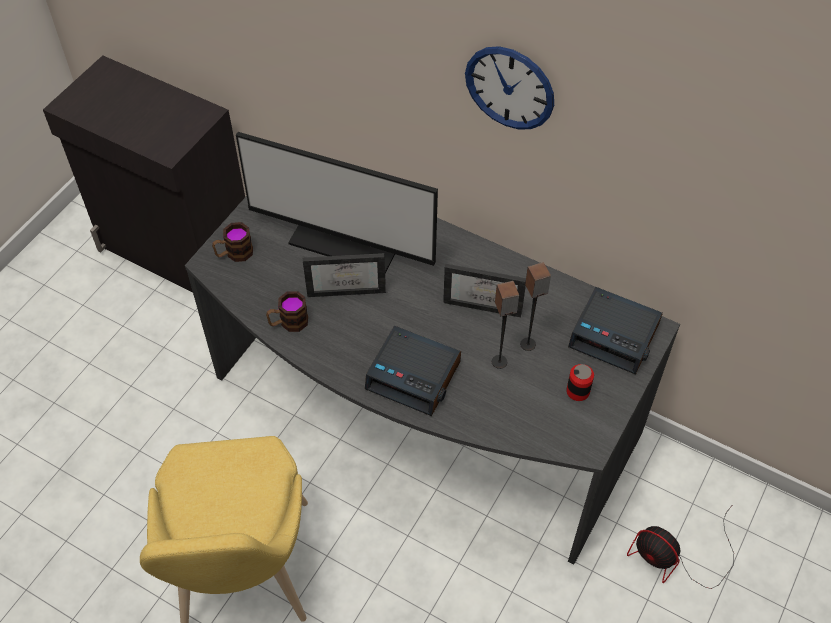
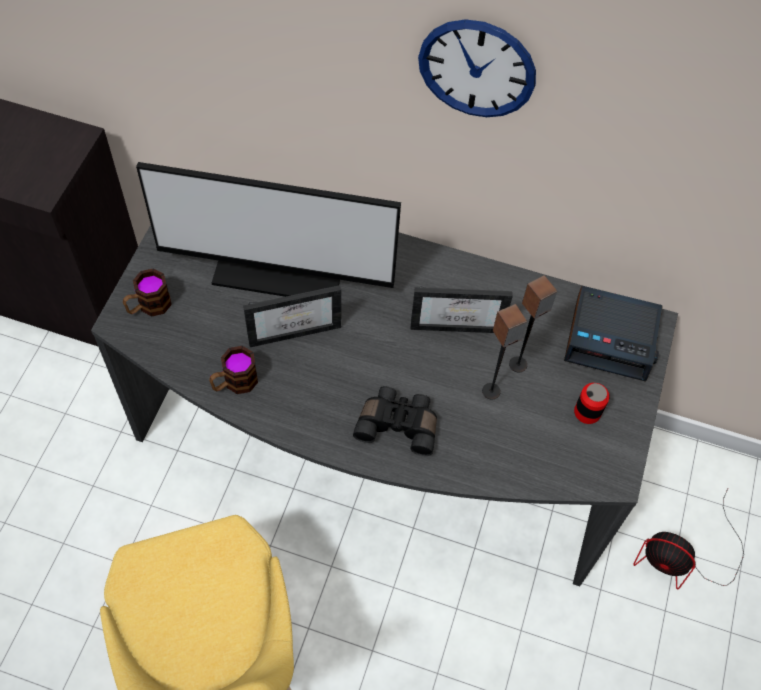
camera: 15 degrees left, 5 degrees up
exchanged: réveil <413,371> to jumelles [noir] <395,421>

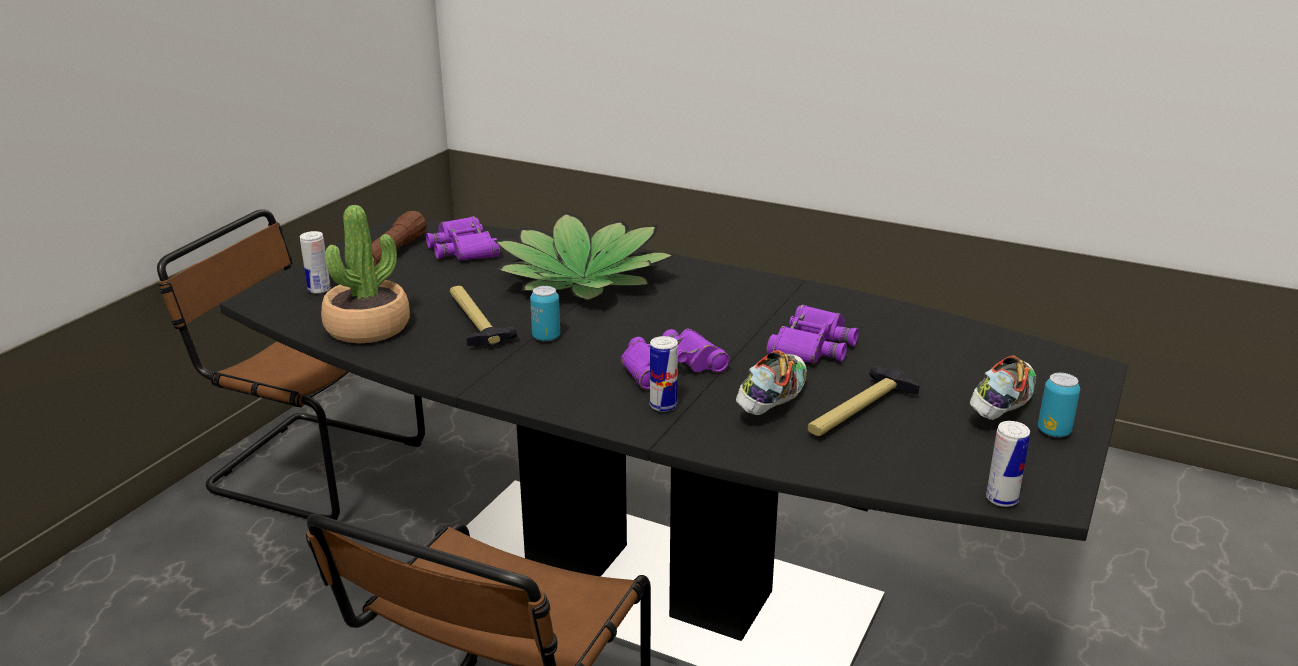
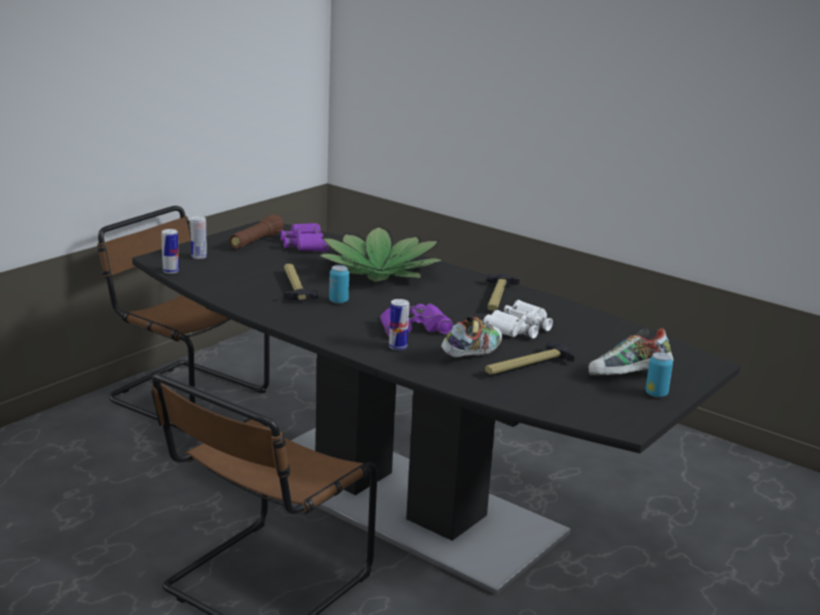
camera: 10 degrees right, 5 degrees down
missing: plante en pot <365,274>
appeared: marteau <503,292>
relocated: boîte métallique <1008,464> to <170,251>
colour: jumelles [violet] <813,334> to jumelles [blanc] <518,319>
spun: chaussure <1003,387> = <630,351> 150 degrees counterclockwise

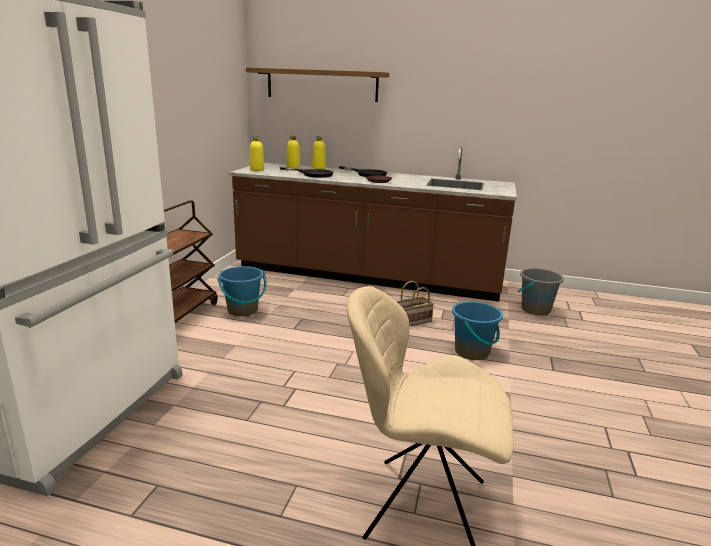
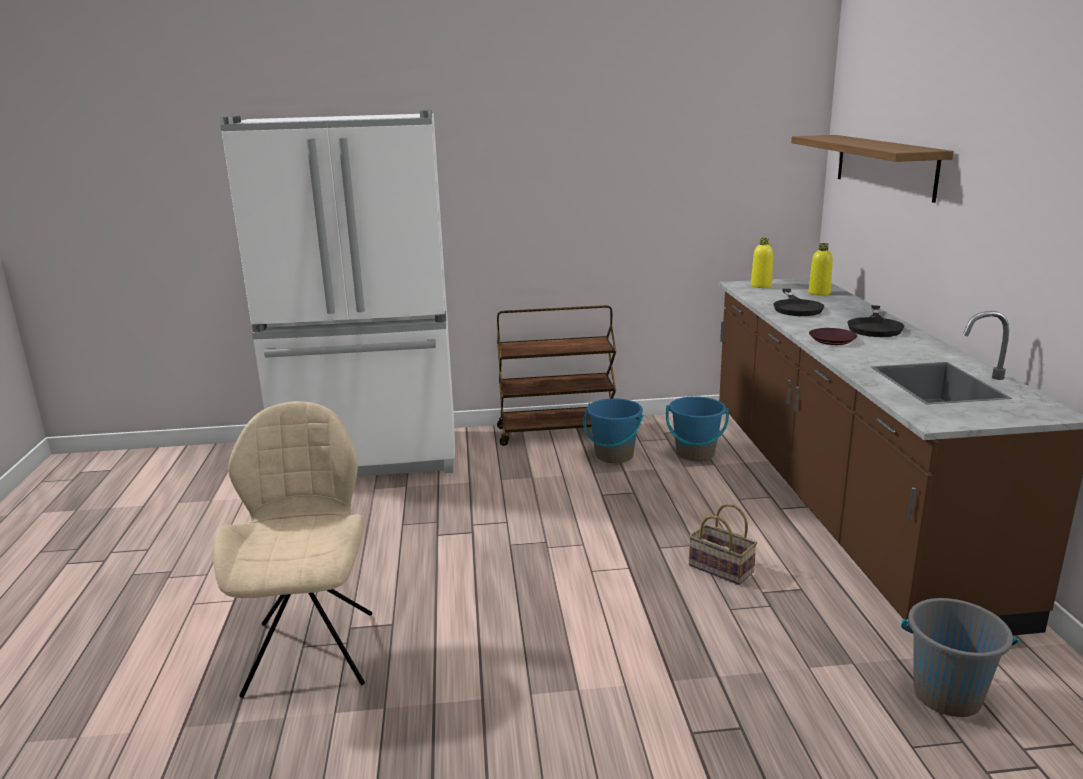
camera: 70 degrees right, 0 degrees up
missing: bouteille [jaune] <319,152>
relocated: seau [bleu] <477,330> to <697,428>

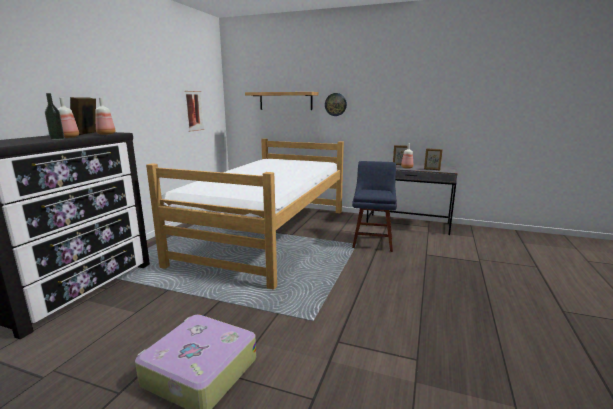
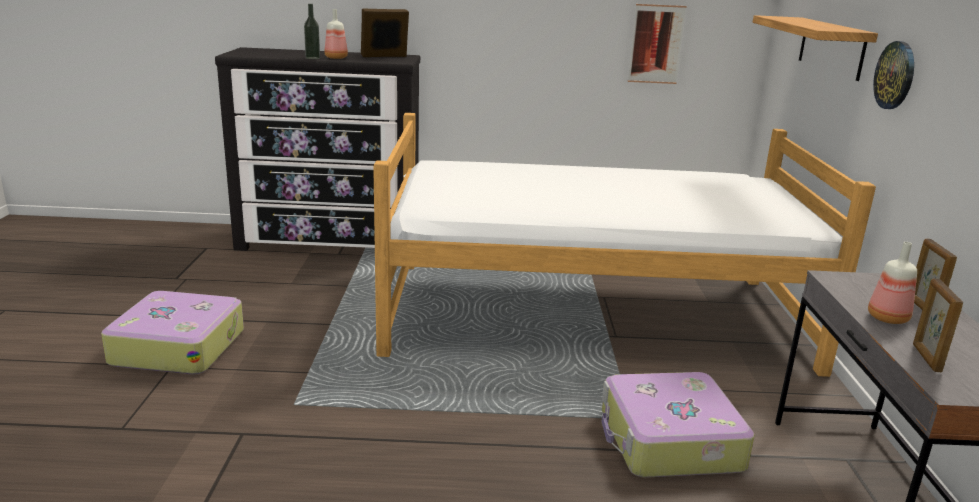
camera: 70 degrees right, 5 degrees up
missing: bouteille <105,116>
exchanged: chaise [bleu] <374,206> to valise <678,425>

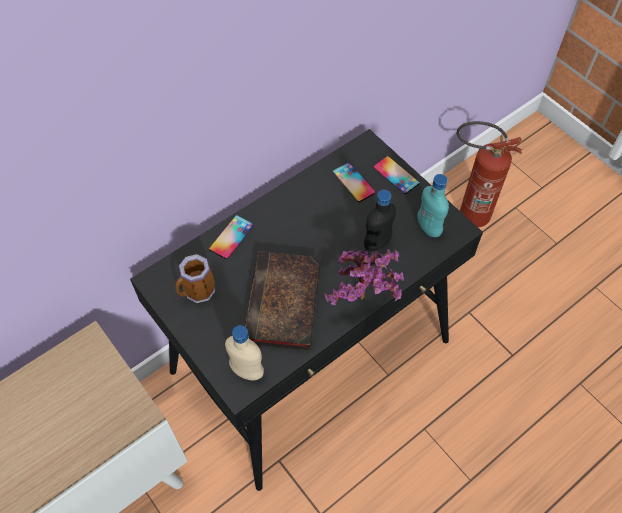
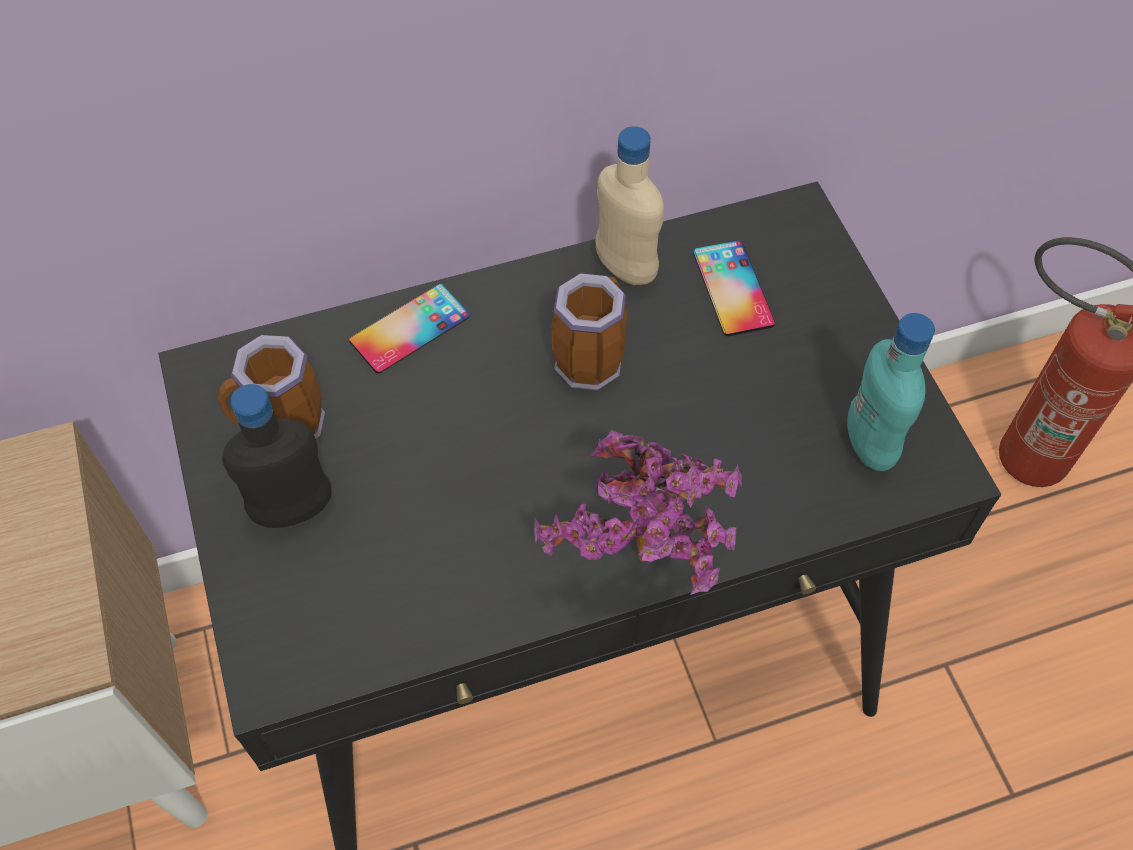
camera: 20 degrees right, 0 degrees up
missing: livre <283,301>; téléphone <396,175>
appeared: mug <589,331>
relocated: bouteille [noir] <380,220> to <277,456>; bouteille [beige] <244,352> to <629,205>

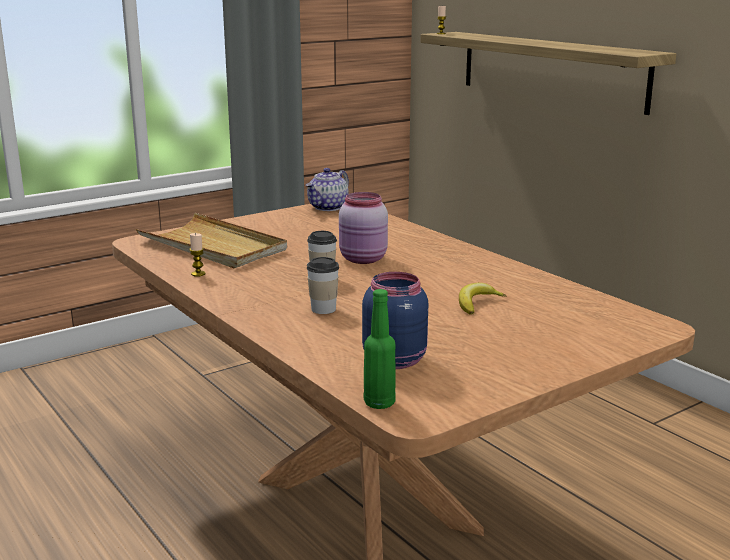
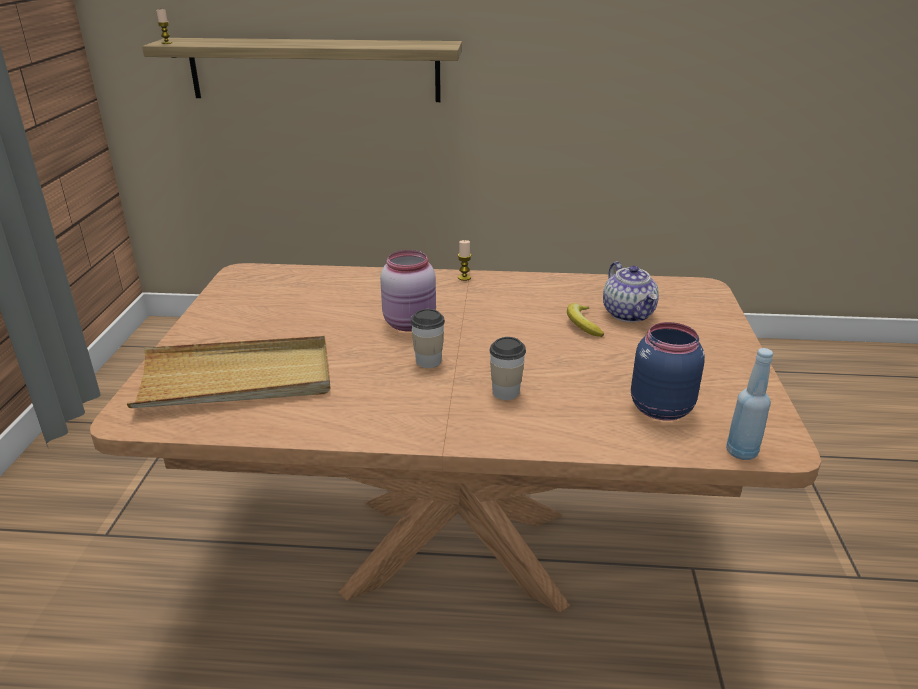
camera: 50 degrees left, 10 degrees up
relocated: bougie <197,255> to <464,260>; théière <327,189> to <631,291>
colour: bouteille [vert] <380,349> to bouteille [bleu] <749,404>

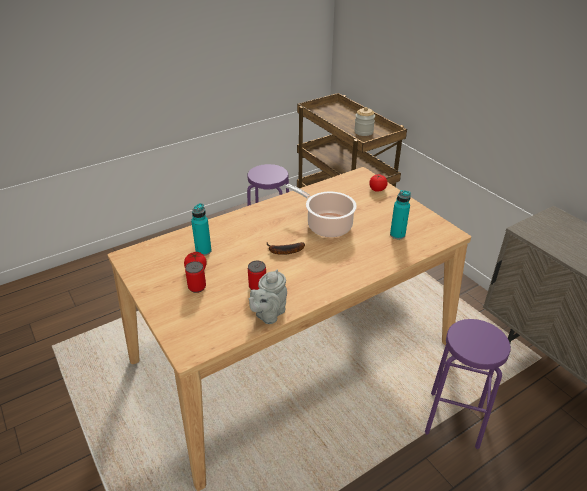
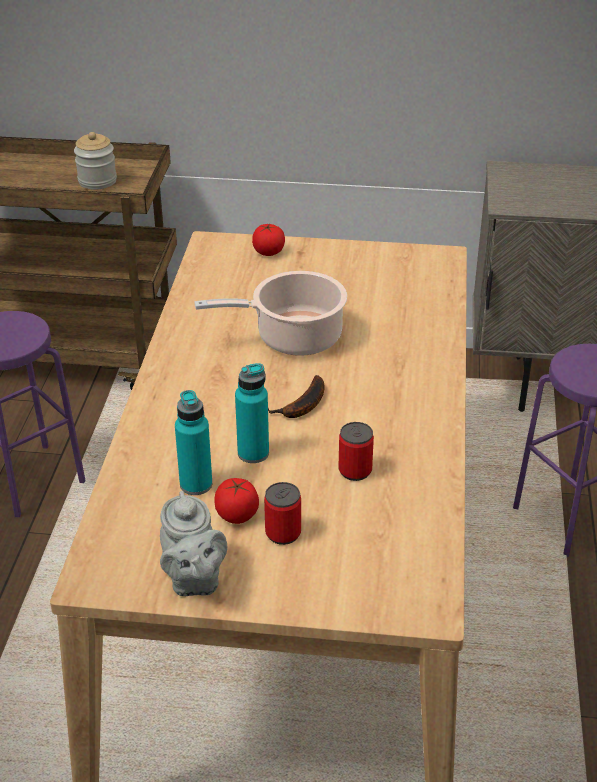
camera: 50 degrees left, 0 degrees up
relocated: théière [gris] <268,297> to <193,543>; bouteille [turquoise] <400,214> to <252,413>

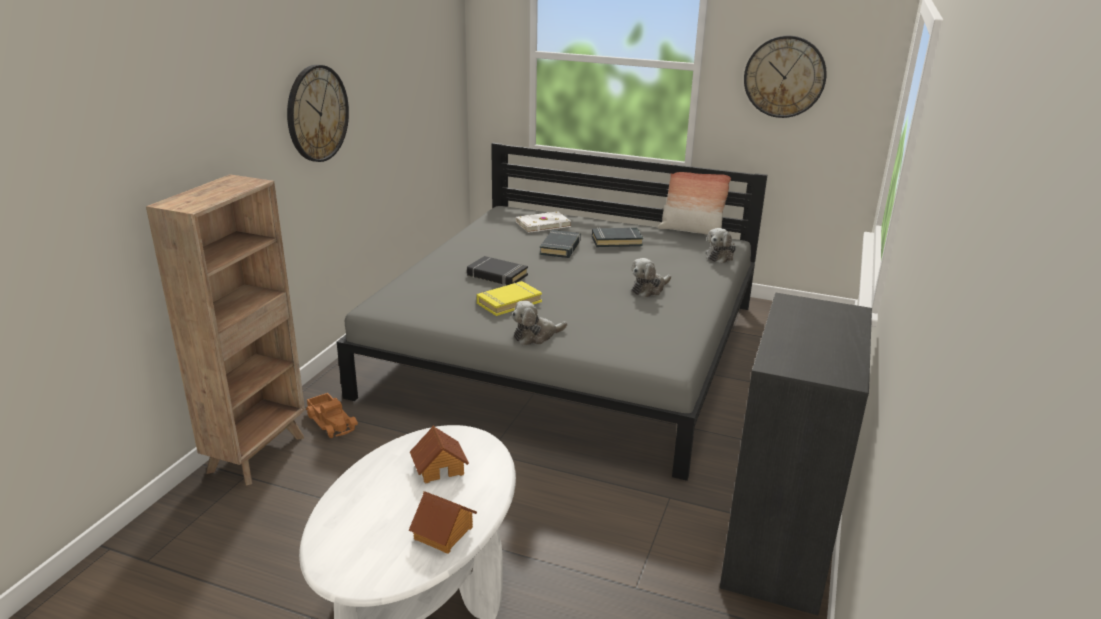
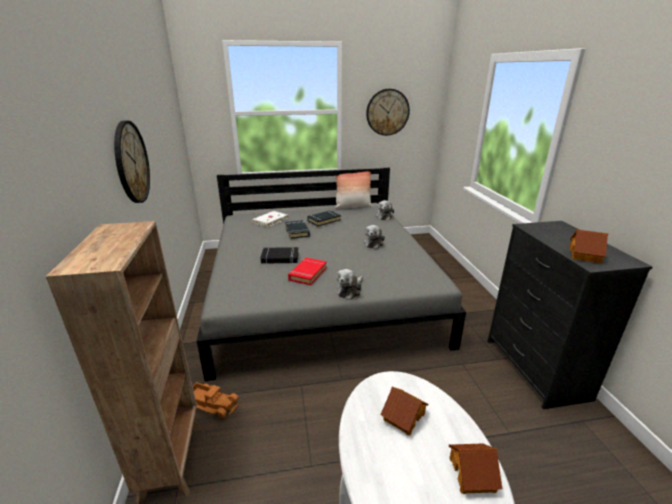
camera: 30 degrees left, 0 degrees up
appeared: maison miniature <588,246>
colour: livre [jaune] <509,298> to livre [rouge] <307,271>

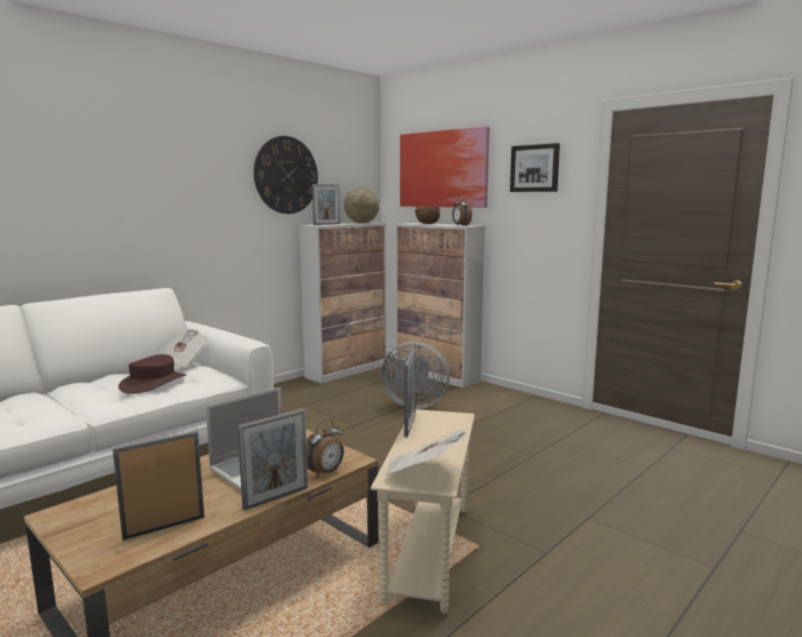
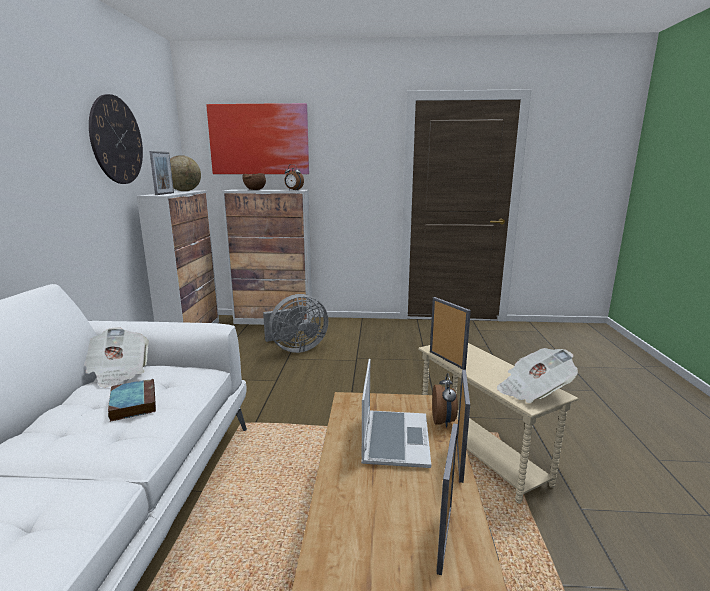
camera: 40 degrees left, 5 degrees up
missing: tableau <535,167>
exchanged: chapeau [marron] <152,374> to livre <132,400>

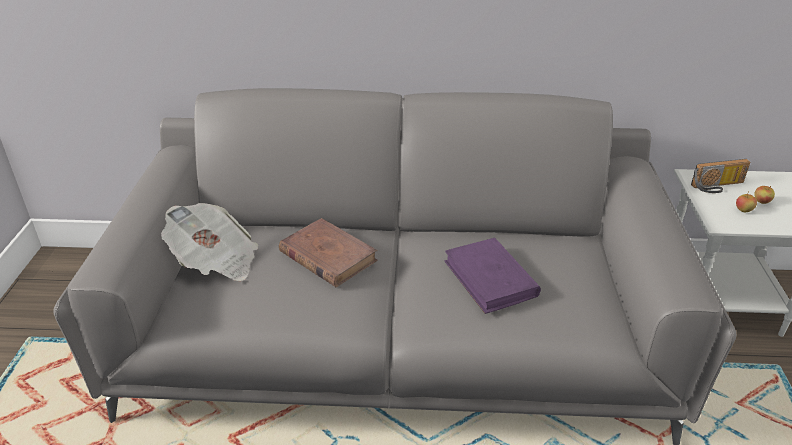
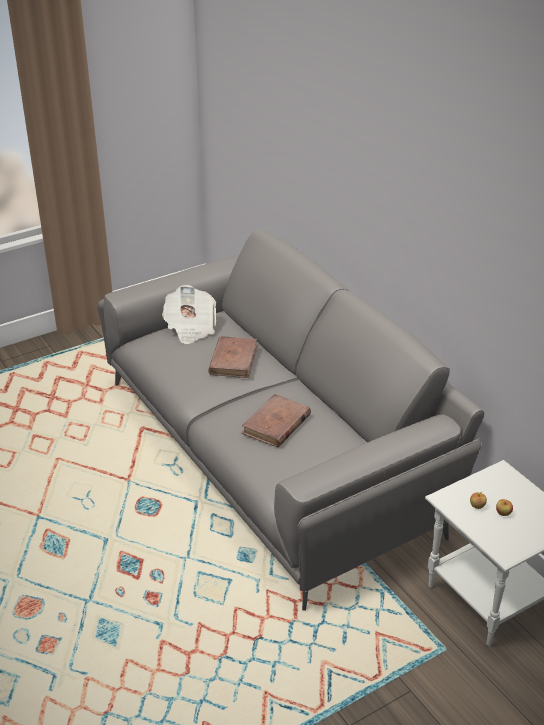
camera: 55 degrees right, 0 degrees up
missing: radio <720,176>
colour: livre [violet] <493,276> to livre [marron] <276,420>

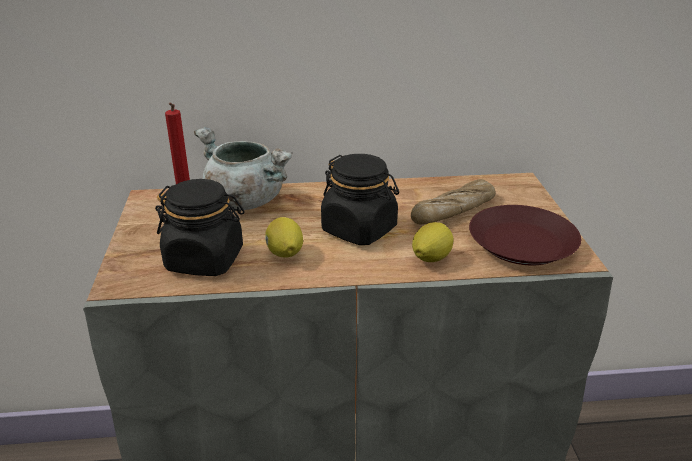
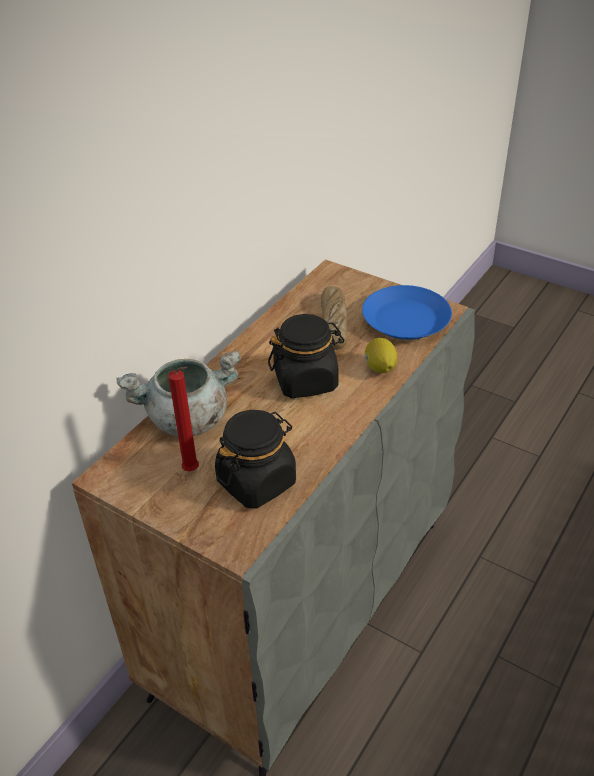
camera: 50 degrees left, 10 degrees up
missing: citron <284,237>
colour: assiette [marron] <525,235> to assiette [bleu] <407,312>

